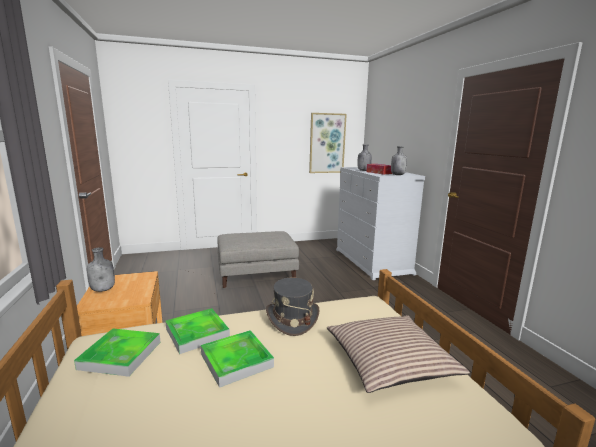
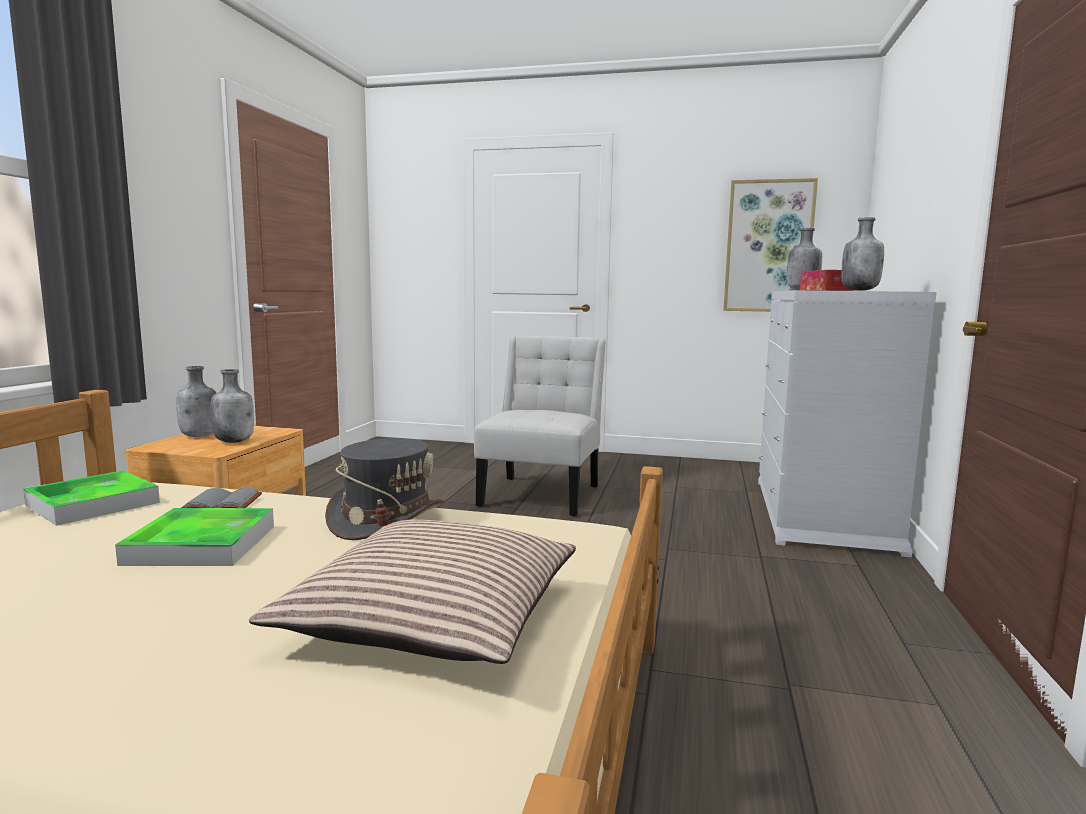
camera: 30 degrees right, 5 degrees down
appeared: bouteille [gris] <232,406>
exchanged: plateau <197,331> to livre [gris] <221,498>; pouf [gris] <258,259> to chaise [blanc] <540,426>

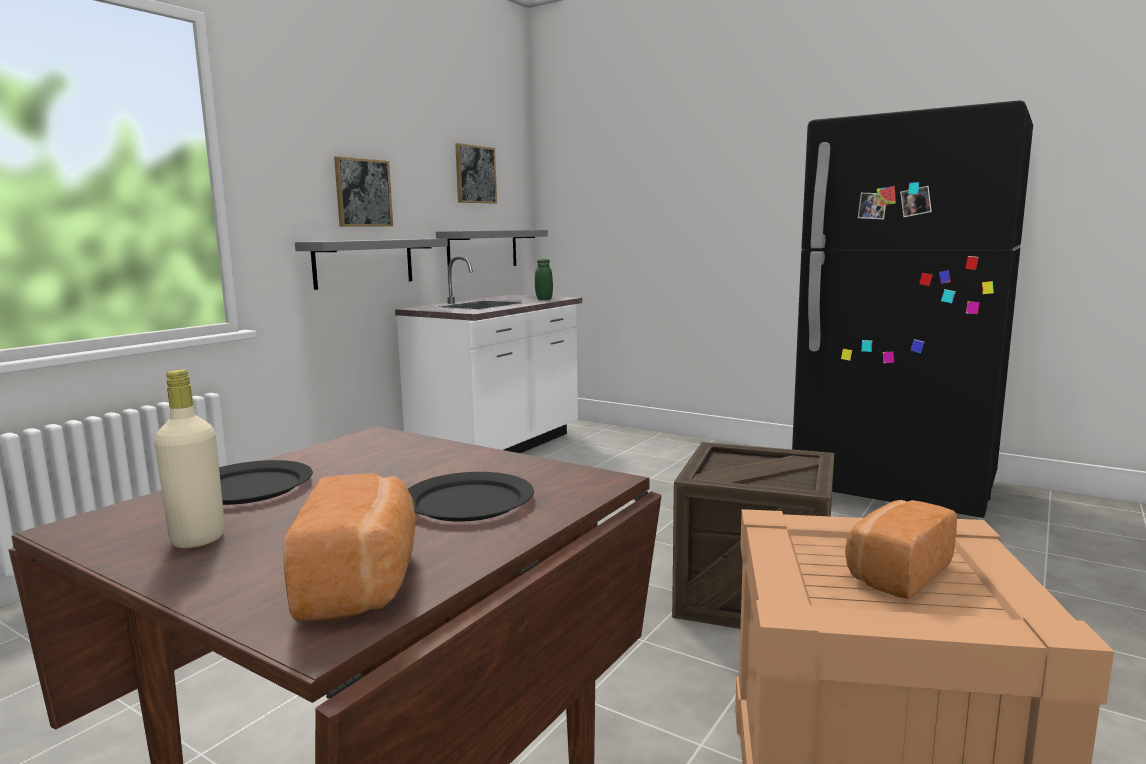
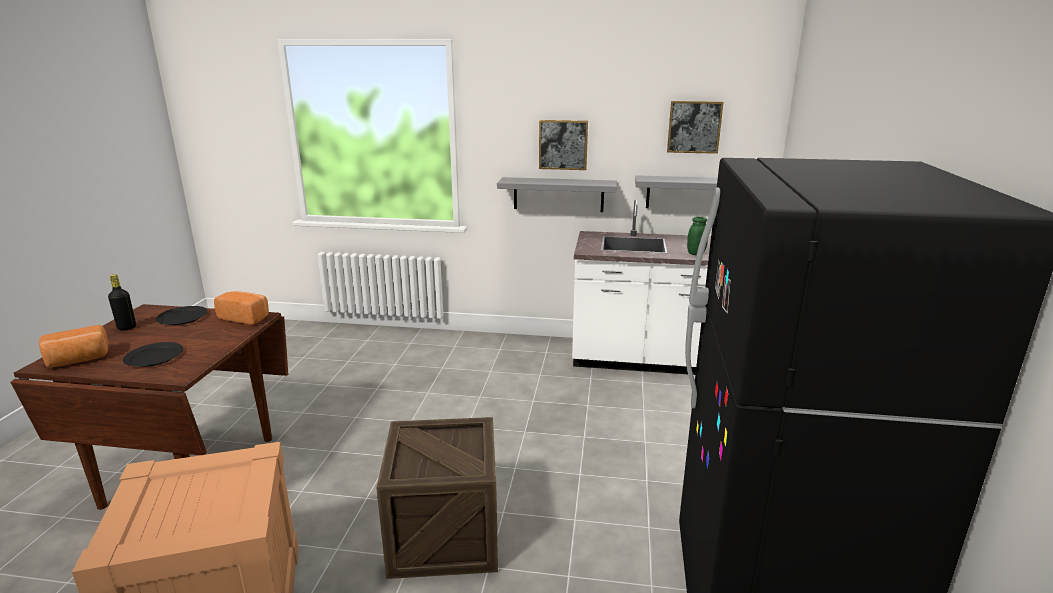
camera: 65 degrees right, 10 degrees up
relocated: pain <901,549> to <241,308>
colour: bouteille [beige] <189,458> to bouteille [noir] <122,302>

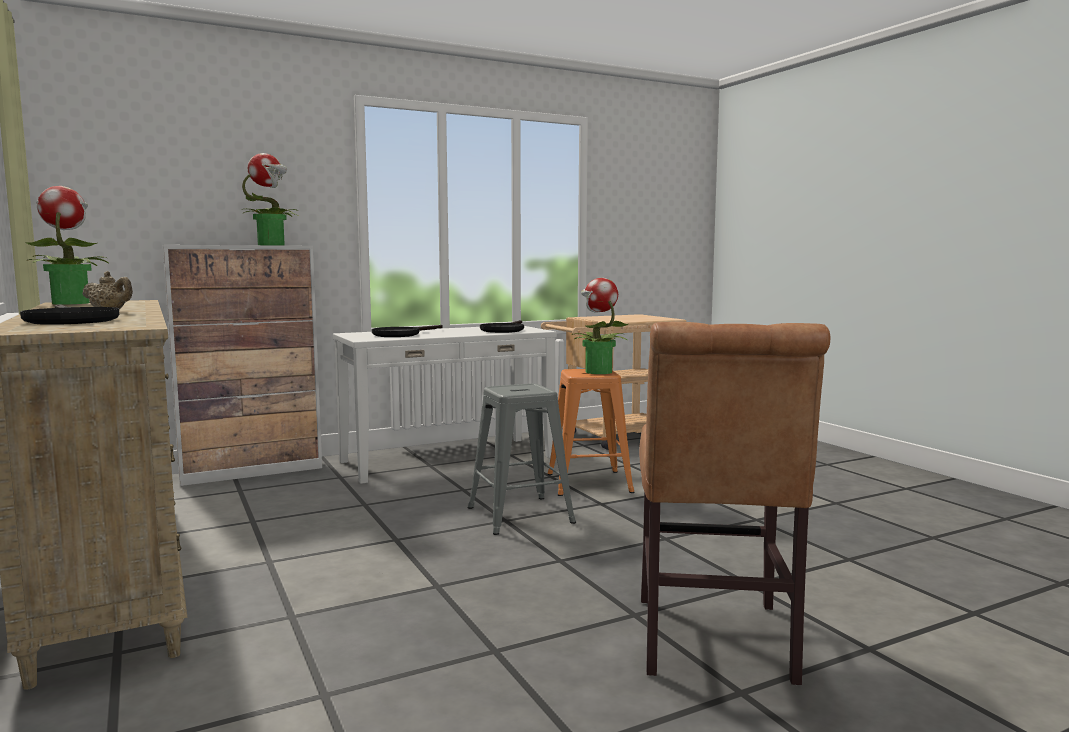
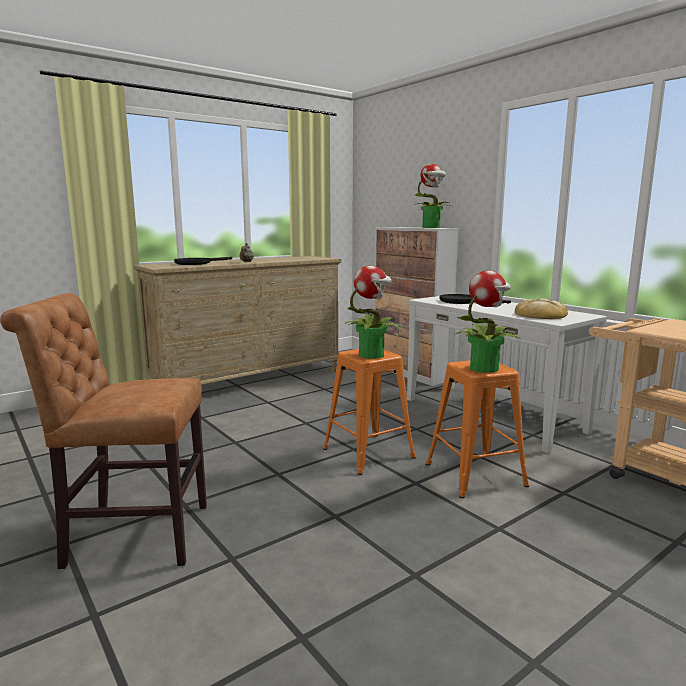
camera: 80 degrees right, 5 degrees up
relocated: plante en pot <66,245> to <372,312>
exchanged: poêle [noir] <502,326> to pain <541,308>
colour: tabouret [gris] <522,459> to tabouret [orange] <369,412>

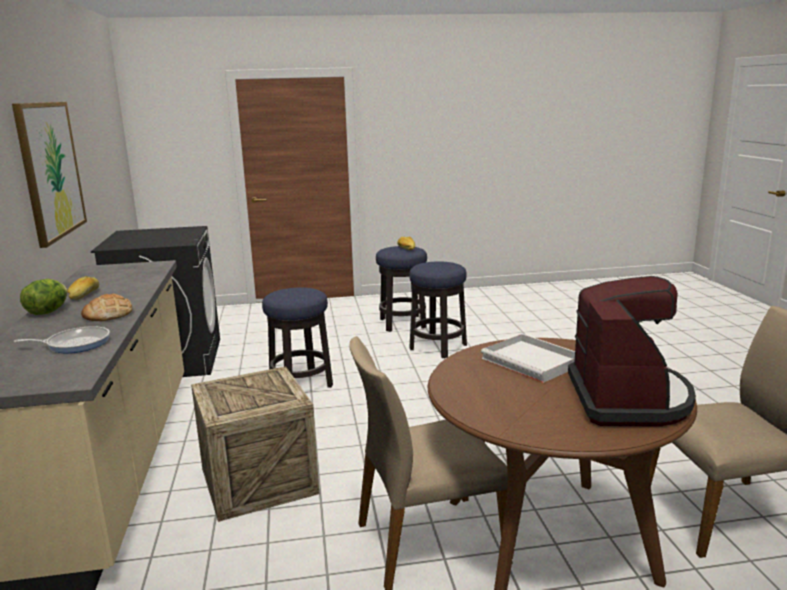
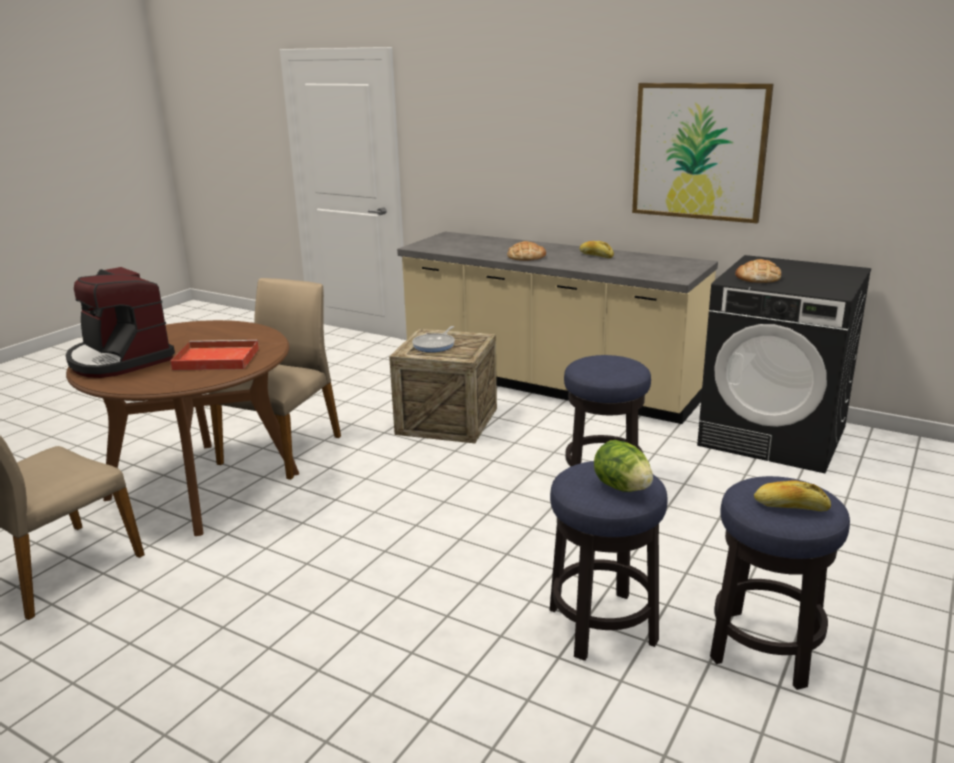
camera: 130 degrees right, 5 degrees up
appeared: pain <758,271>
relocated: poêle <62,339> to <433,339>; laitue <44,297> to <623,466>
colour: plateau [blanc] <528,358> to plateau [rouge] <214,355>

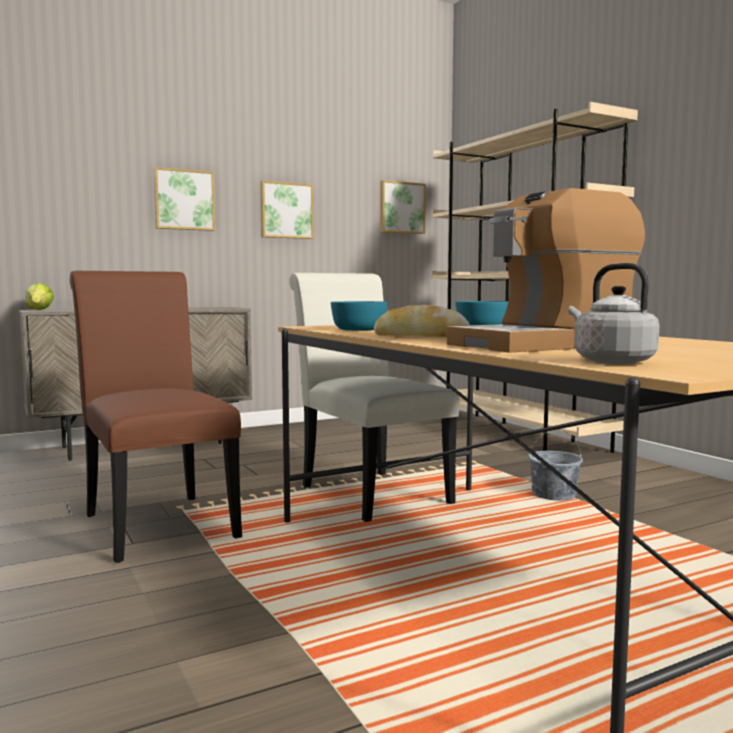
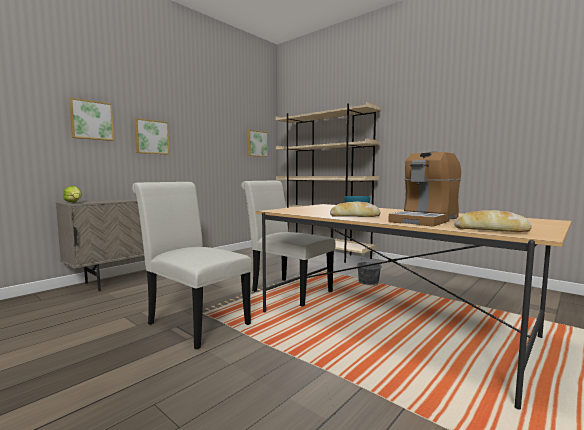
camera: 20 degrees left, 0 degrees up
missing: bol [turquoise] <359,316>
relocated: tableau <287,209> to <91,119>
exchanged: bouilloire [gris] <614,313> to pain <493,221>
colour: chaise [marron] <156,417> to chaise [blanc] <192,265>

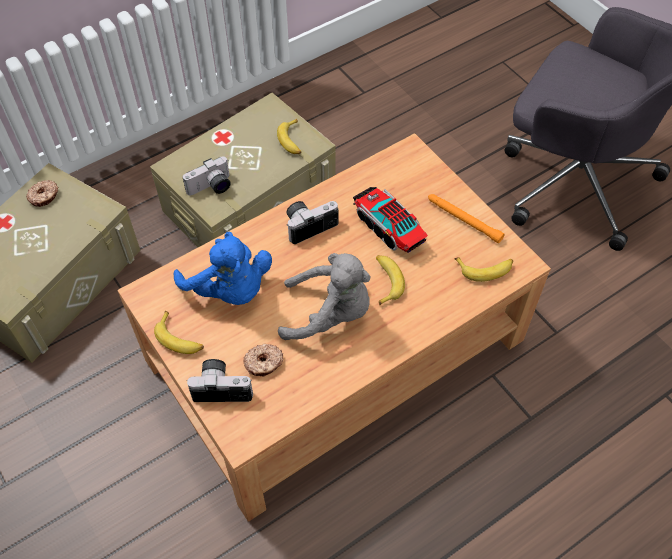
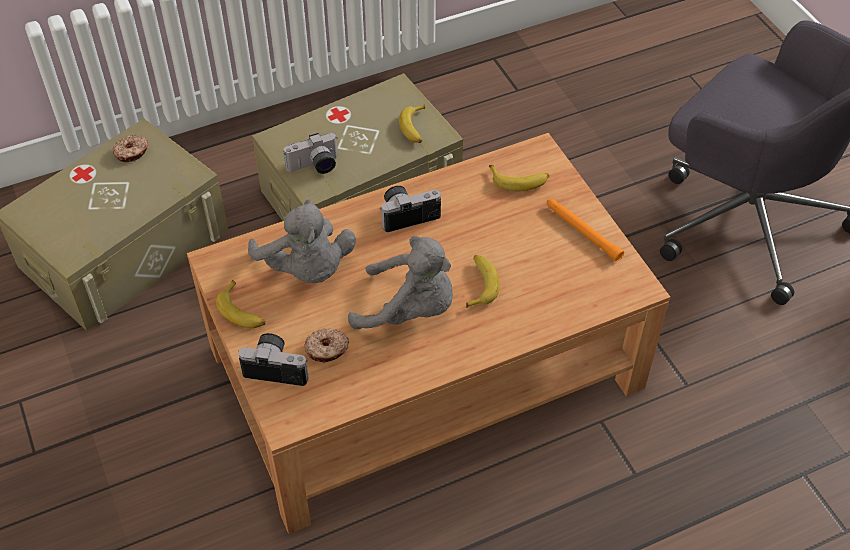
camera: 10 degrees right, 5 degrees down
missing: camion jouet <390,220>
relocated: banane <484,269> to <519,178>
colour: peluche [bleu] <223,268> to peluche [gris] <302,241>

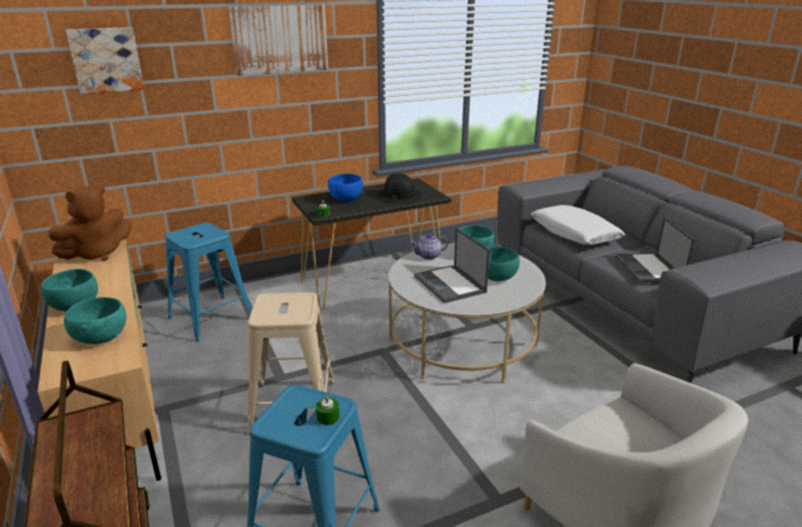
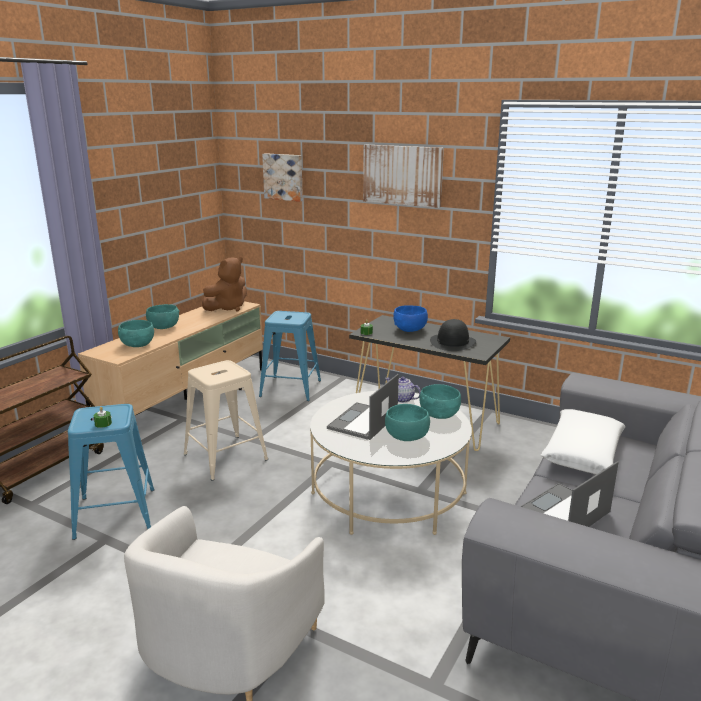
camera: 55 degrees right, 5 degrees down
spun: peluche [marron] <90,223> = <224,284> 60 degrees counterclockwise

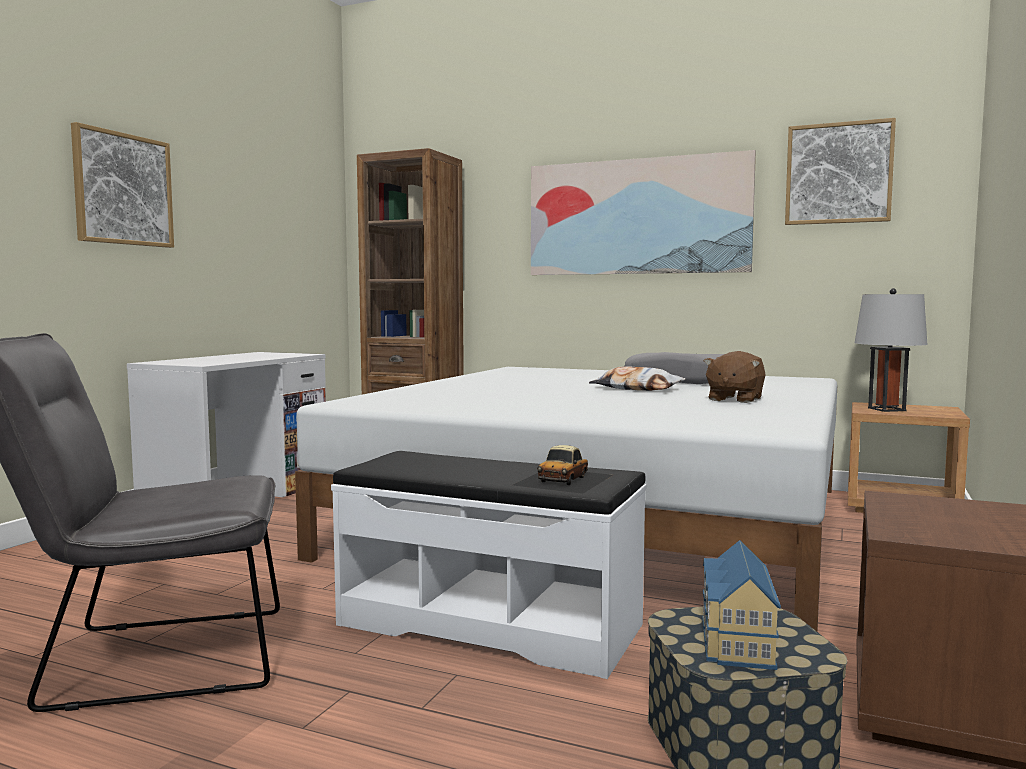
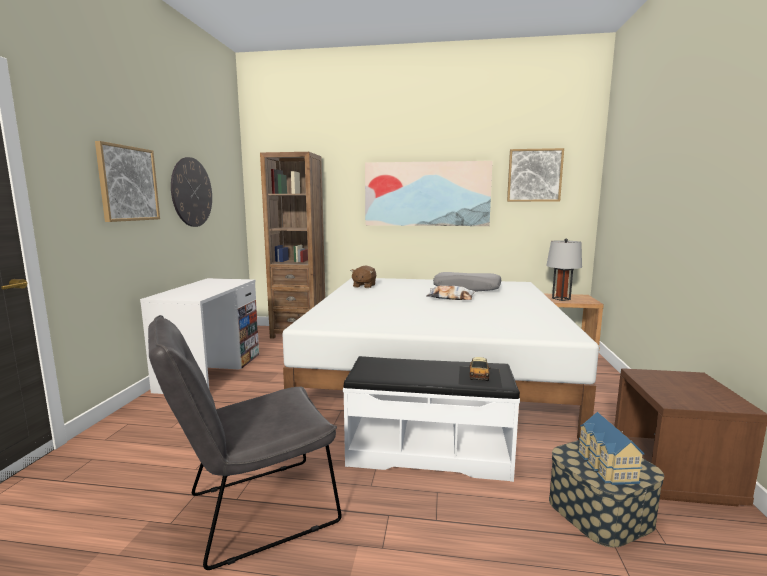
camera: 15 degrees left, 5 degrees up
appeared: horloge murale <191,192>
relocated: peluche [marron] <735,377> to <363,277>

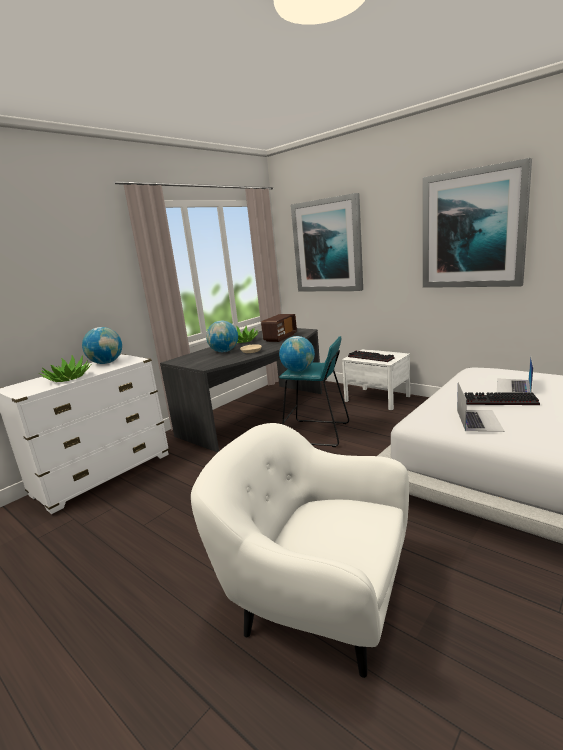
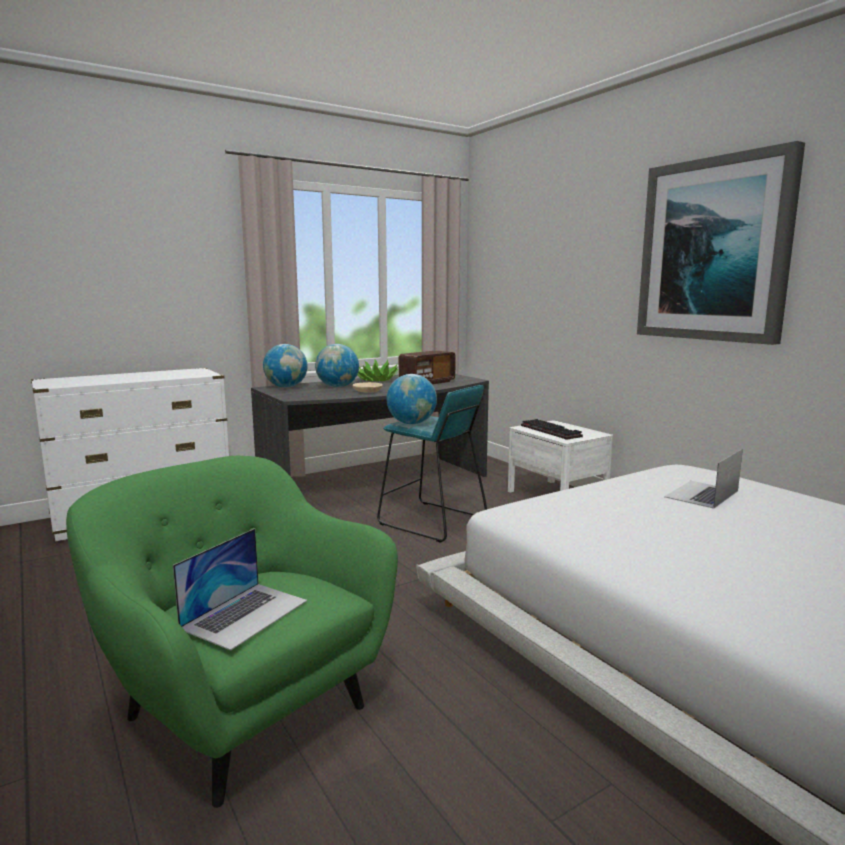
camera: 15 degrees right, 5 degrees down
missing: plante en pot <65,368>; tableau <327,242>; clavier <502,399>
relocated: ordinateur portable <480,407> to <240,589>; globe <102,345> to <285,366>
colour: fauteuil [blanc] <300,550> to fauteuil [vert] <232,632>

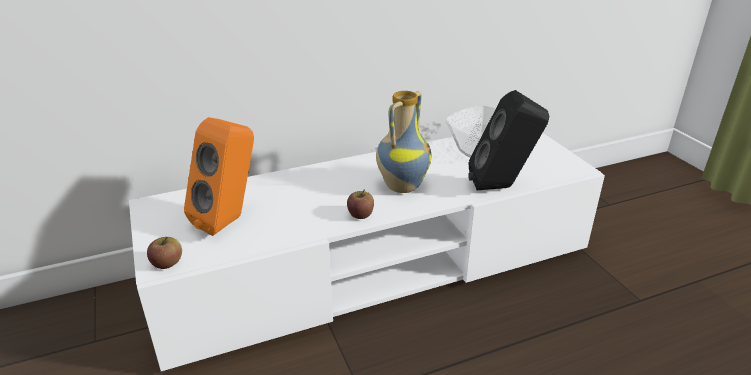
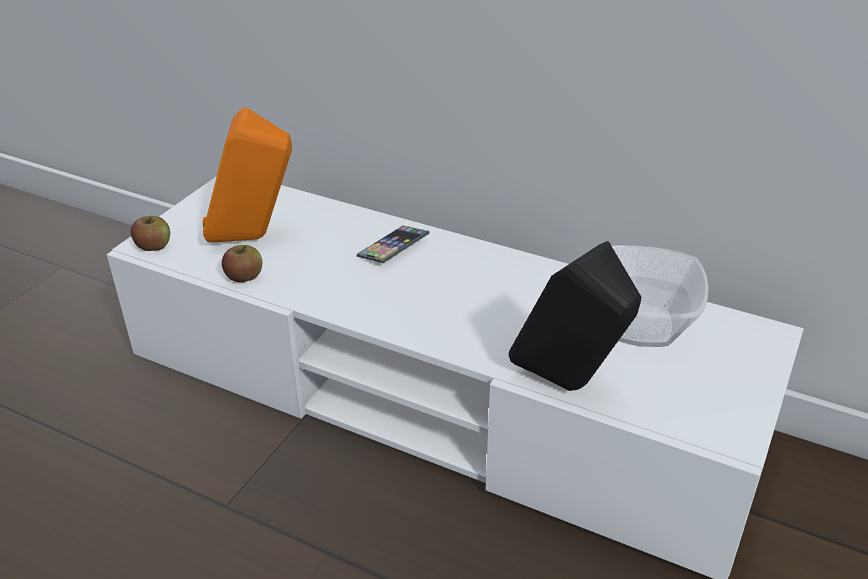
camera: 50 degrees right, 5 degrees up
missing: vase <403,142>
appeared: téléphone <393,244>
relocated: pomme <360,204> to <242,263>

